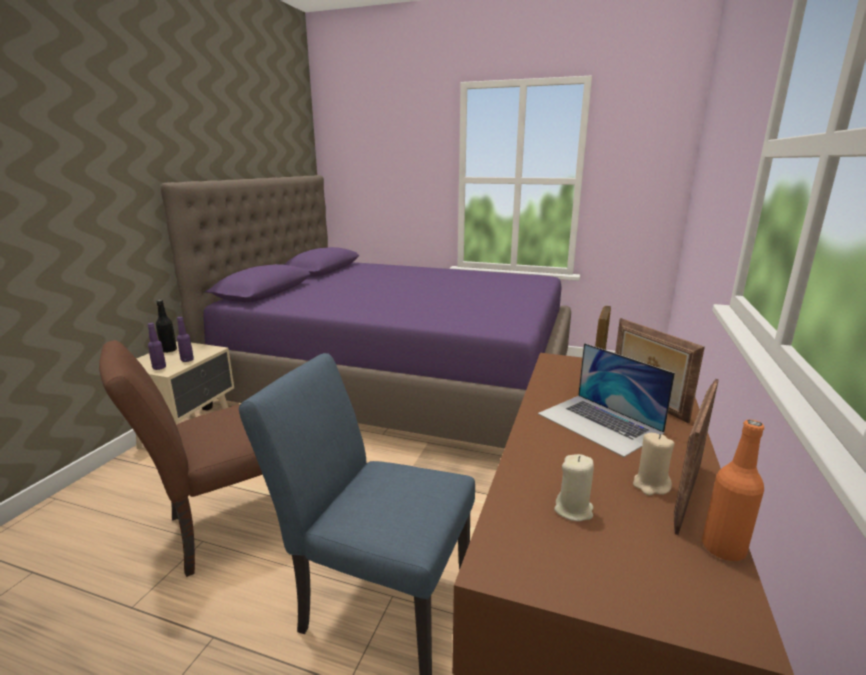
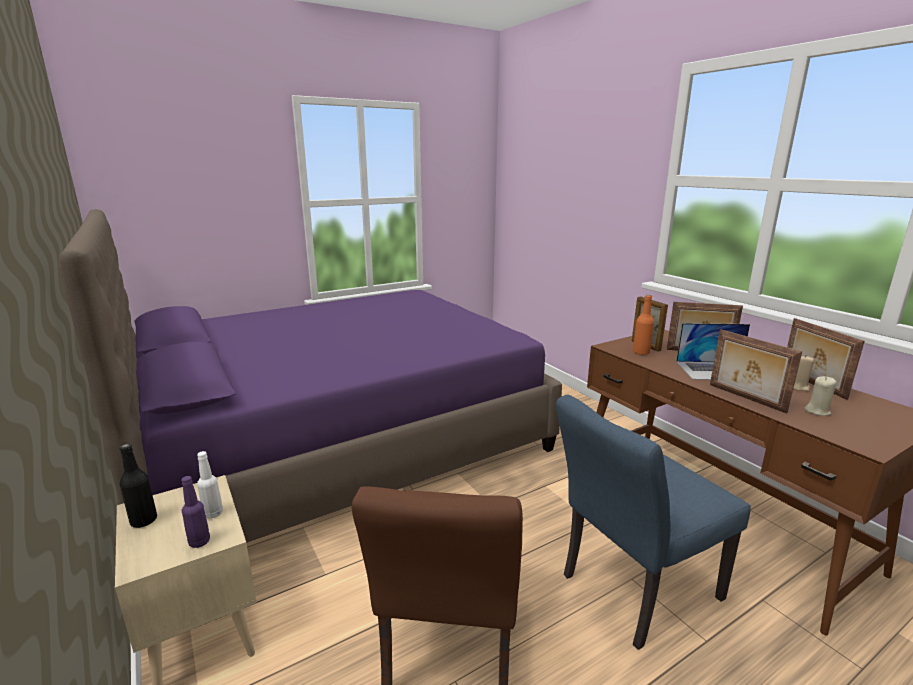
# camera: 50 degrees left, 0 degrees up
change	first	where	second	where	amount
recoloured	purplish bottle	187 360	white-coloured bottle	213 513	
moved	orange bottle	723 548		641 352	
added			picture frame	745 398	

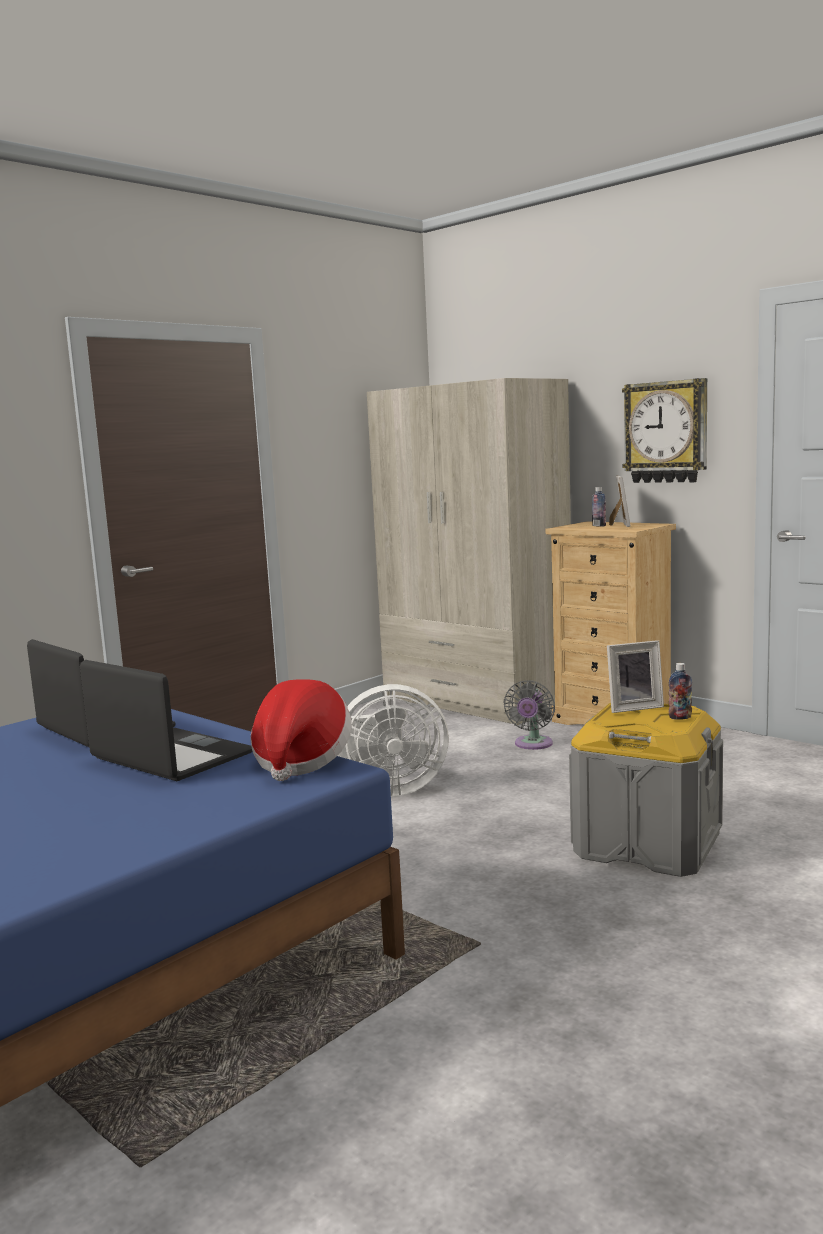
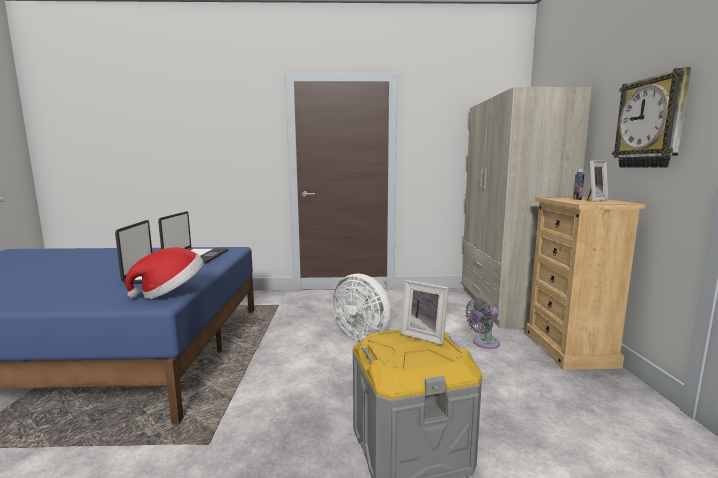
# camera: 45 degrees right, 0 degrees up
change	first	where	second	where	amount
removed	bottle	680 717			

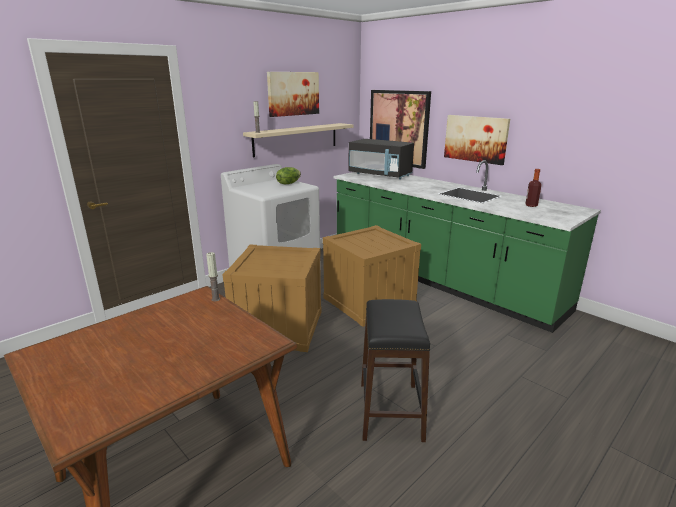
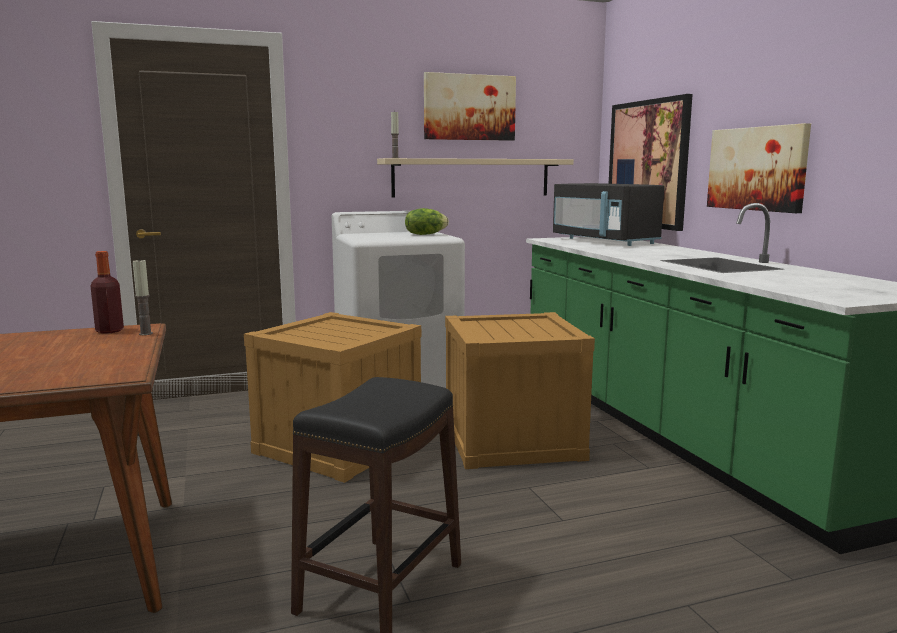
# camera: 25 degrees right, 10 degrees down
change	first	where	second	where	amount
moved	bottle	531 205		109 331	

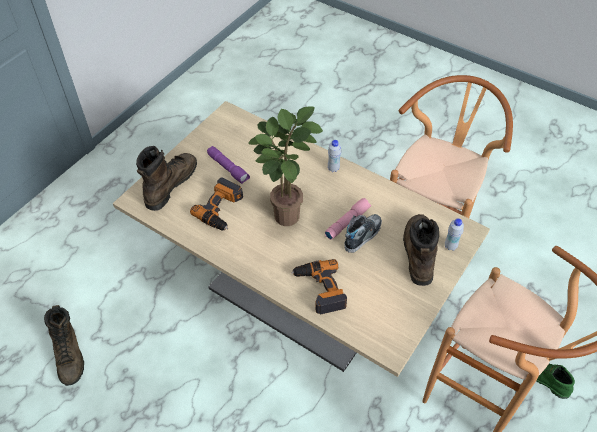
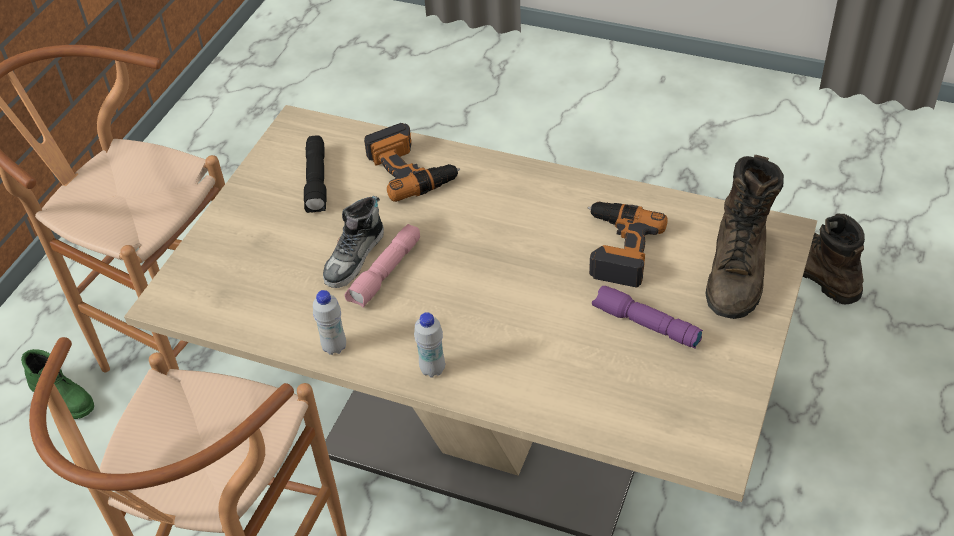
# camera: 170 degrees right, 5 degrees down
change	first	where	second	where	amount
added			black torch	317 182	
moved	white-coloured bottle	450 246		334 347	
removed	potted plant	285 212			
removed	brown boot	418 252			

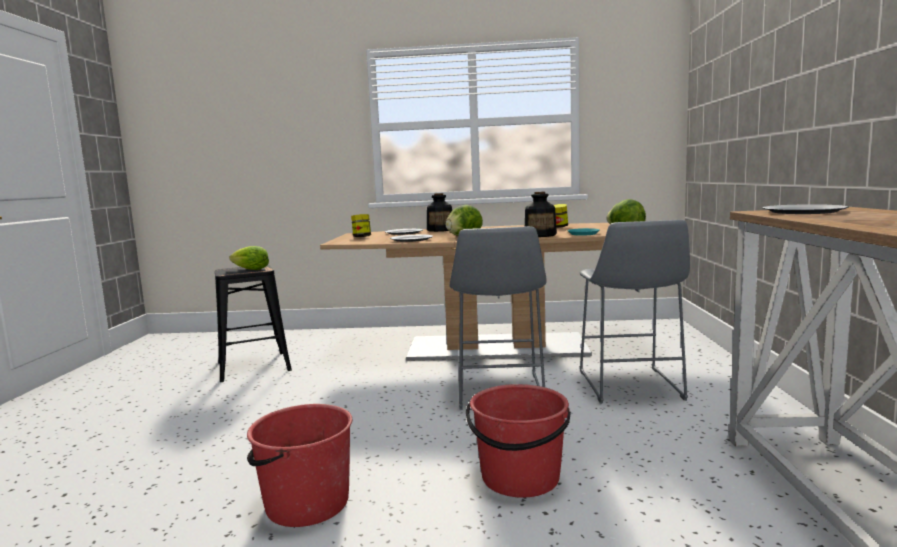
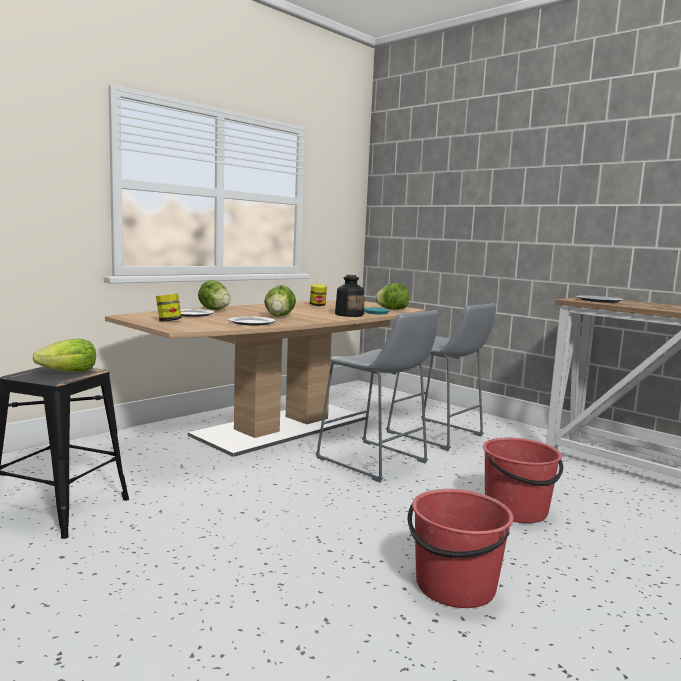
# camera: 50 degrees left, 0 degrees up
change	first	where	second	where	amount
replaced	bottle	440 230	head of lettuce	214 310	

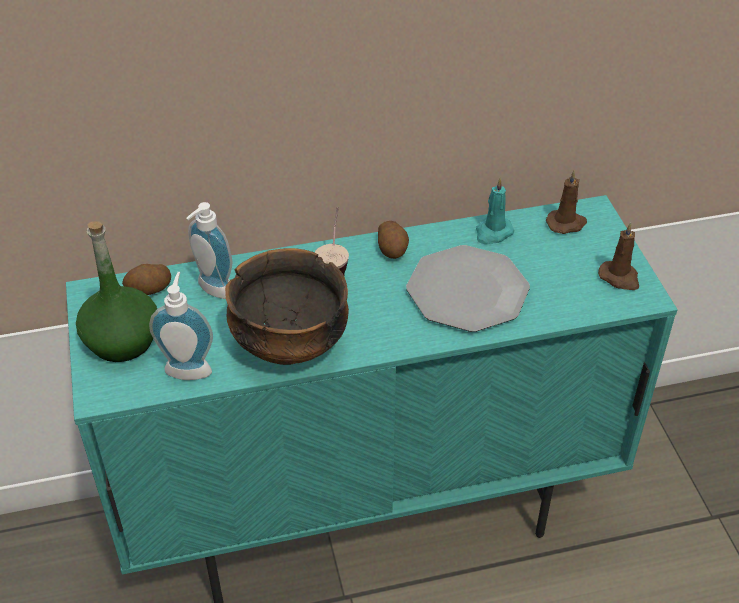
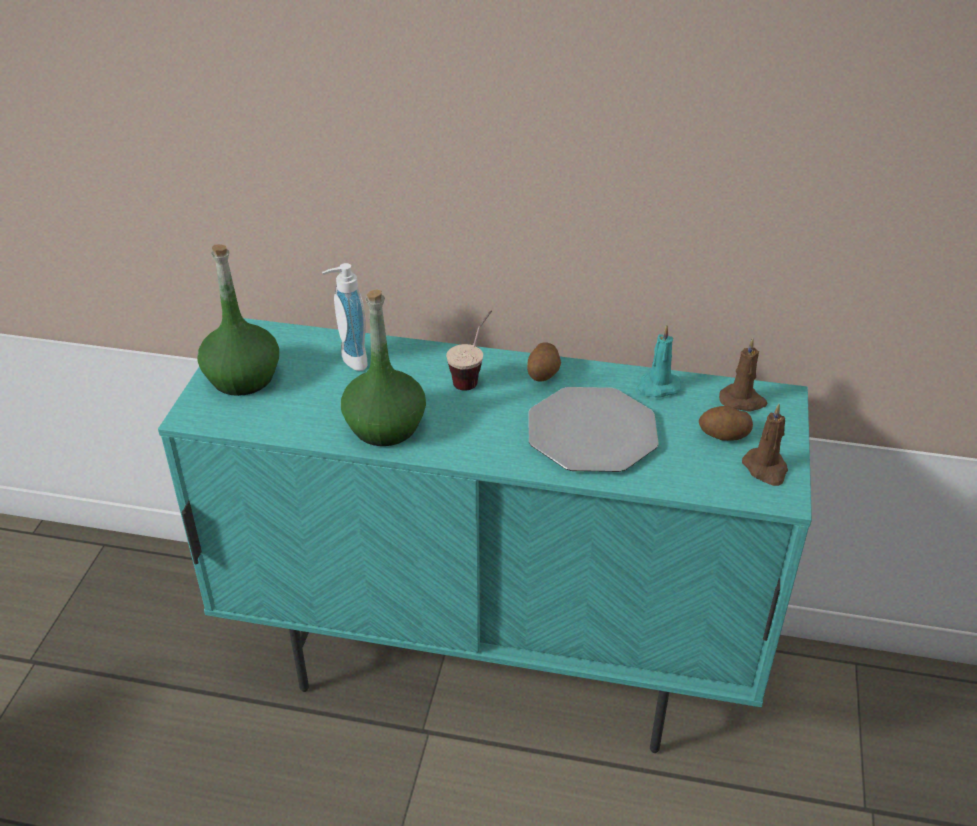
# camera: 25 degrees right, 5 degrees down
change	first	where	second	where	amount
replaced	bowl	289 344	green bottle	384 426	
moved	potato	149 290		724 436	
removed	liquid soap bottle	189 367			

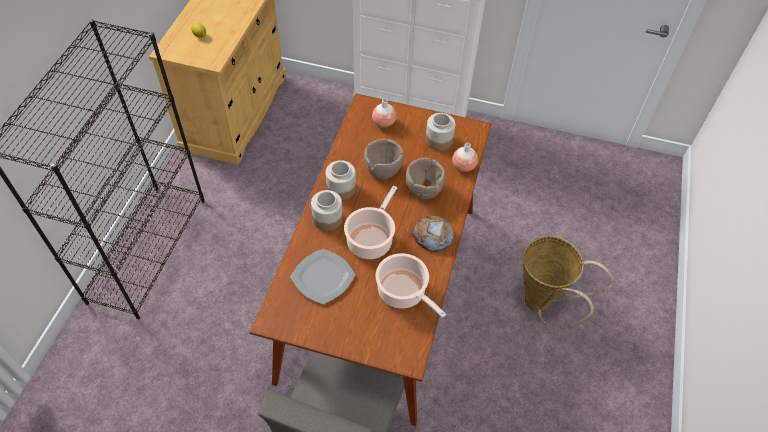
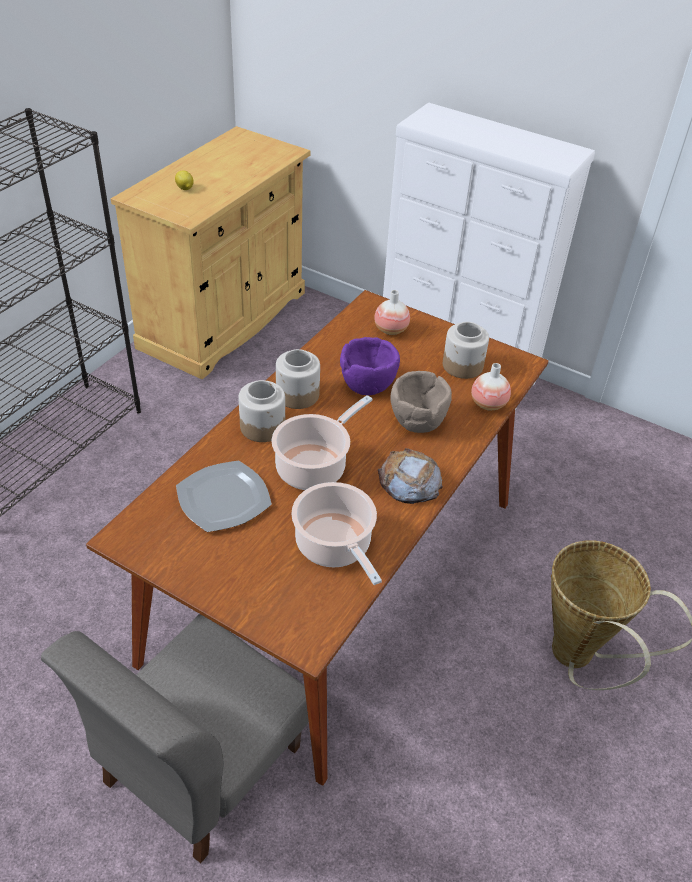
# camera: 15 degrees right, 10 degrees down
change	first	where	second	where	amount
recoloured	brown bowl	383 169	purplish bowl	368 384	

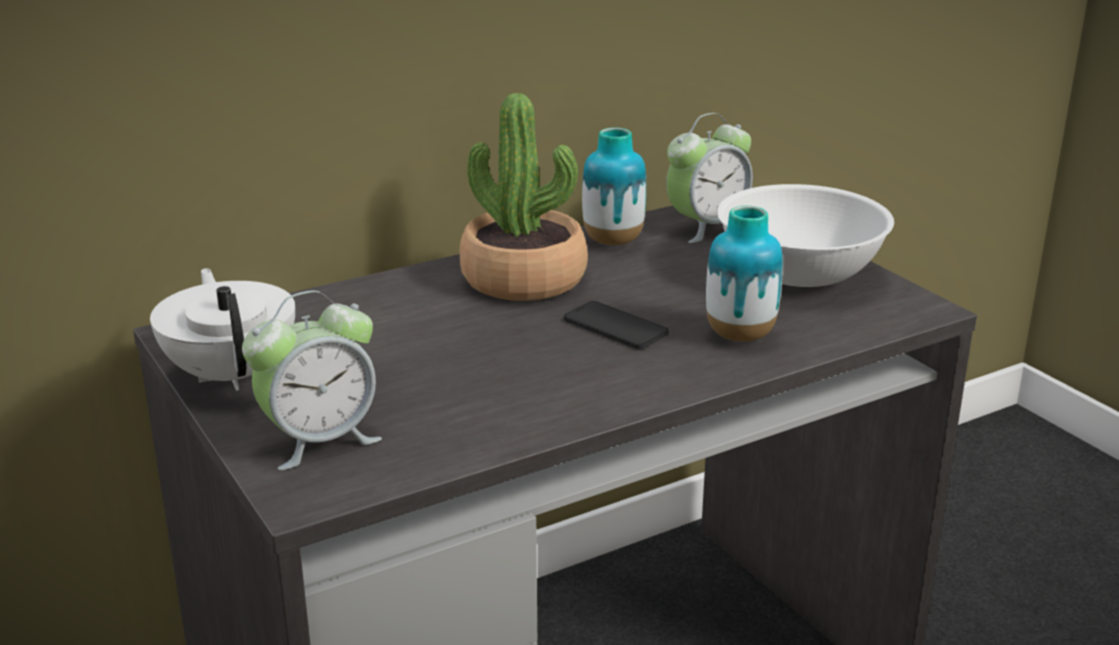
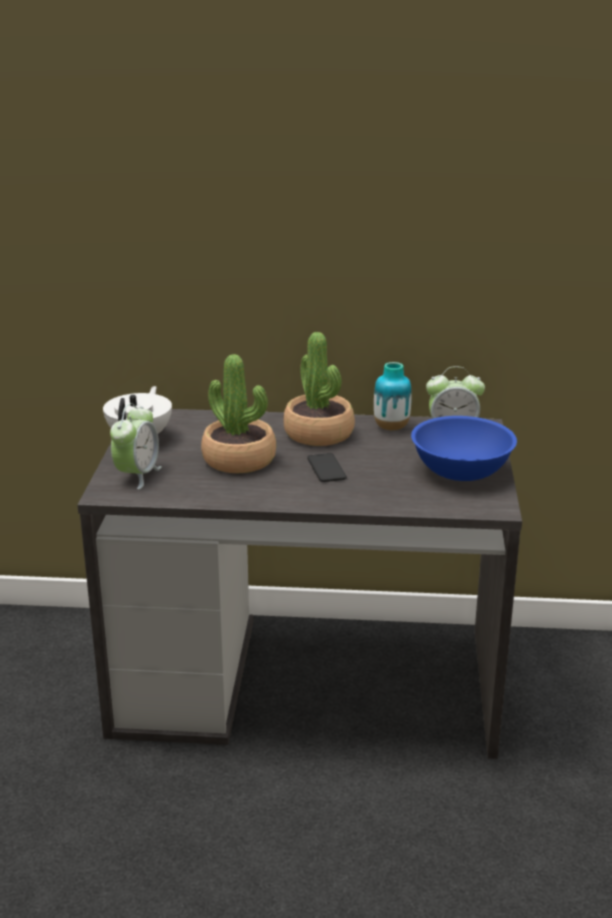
# camera: 35 degrees right, 0 degrees up
change	first	where	second	where	amount
turned	alarm clock	319 441		137 475	75 degrees counterclockwise
added			potted plant	239 459	
recoloured	white-coloured bowl	798 273	blue-coloured bowl	460 471	
removed	decorative vase	740 335			

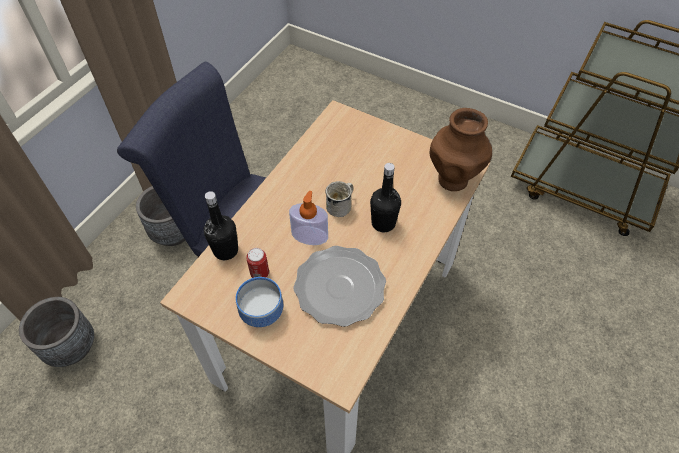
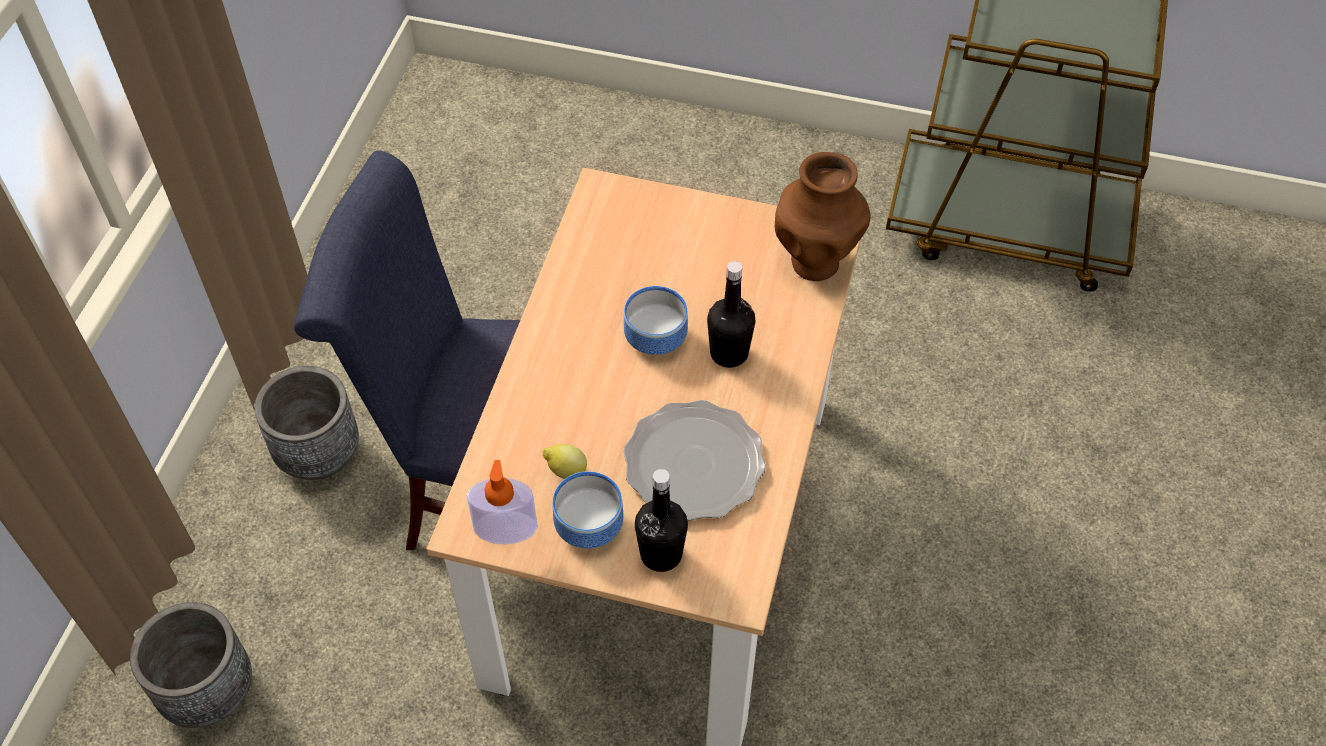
# camera: 15 degrees left, 0 degrees up
change	first	where	second	where	amount
moved	liquid soap bottle	310 235		505 527	
replaced	can	259 273	lemon	565 471	
replaced	white-coloured coffee mug	341 205	bowl	656 340	
moved	black bottle	225 250		661 554	

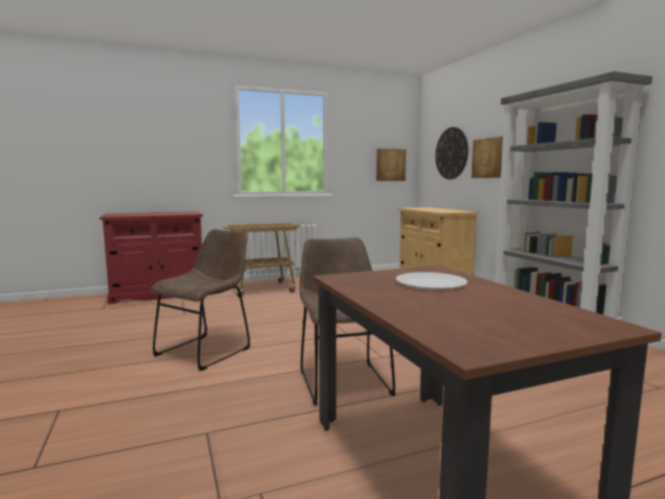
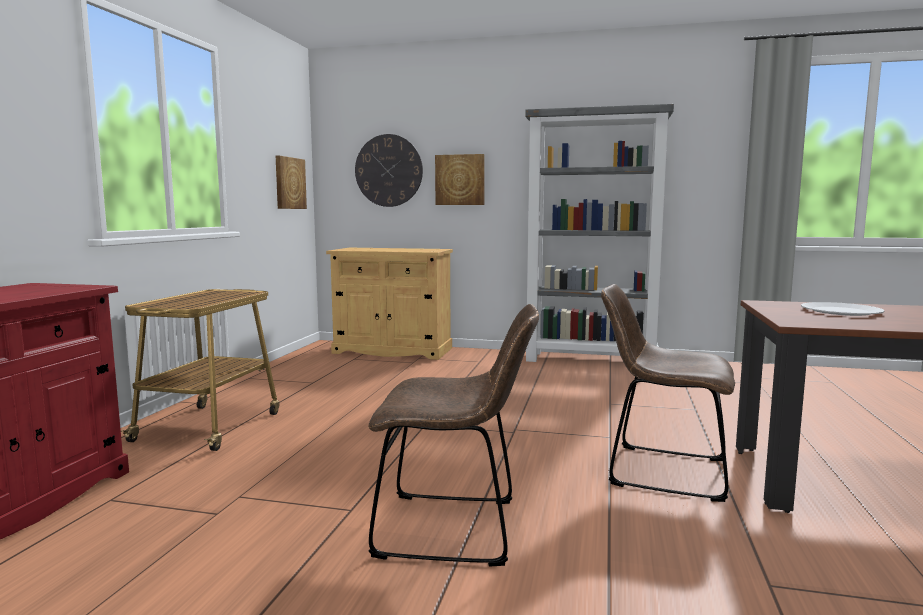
# camera: 55 degrees left, 0 degrees up
change	first	where	second	where	amount
turned	brown upright chair	207 350		456 529	120 degrees clockwise

